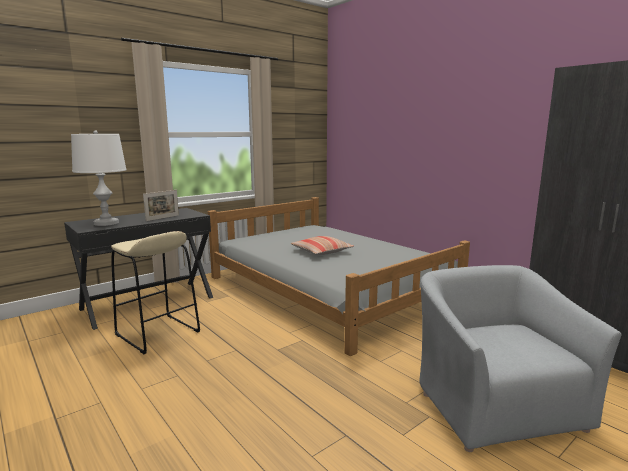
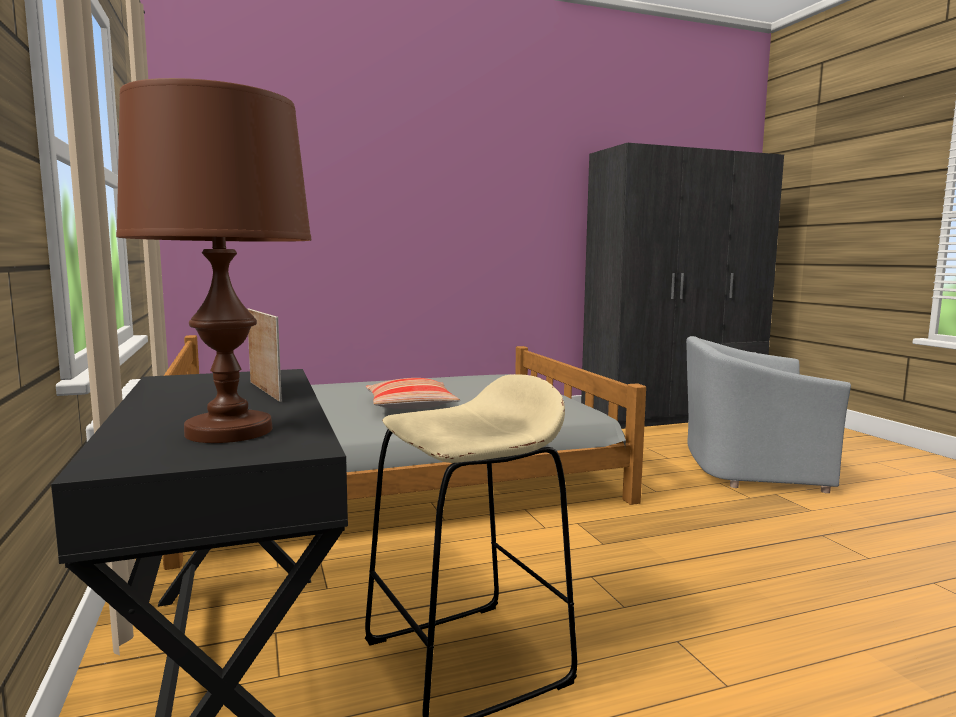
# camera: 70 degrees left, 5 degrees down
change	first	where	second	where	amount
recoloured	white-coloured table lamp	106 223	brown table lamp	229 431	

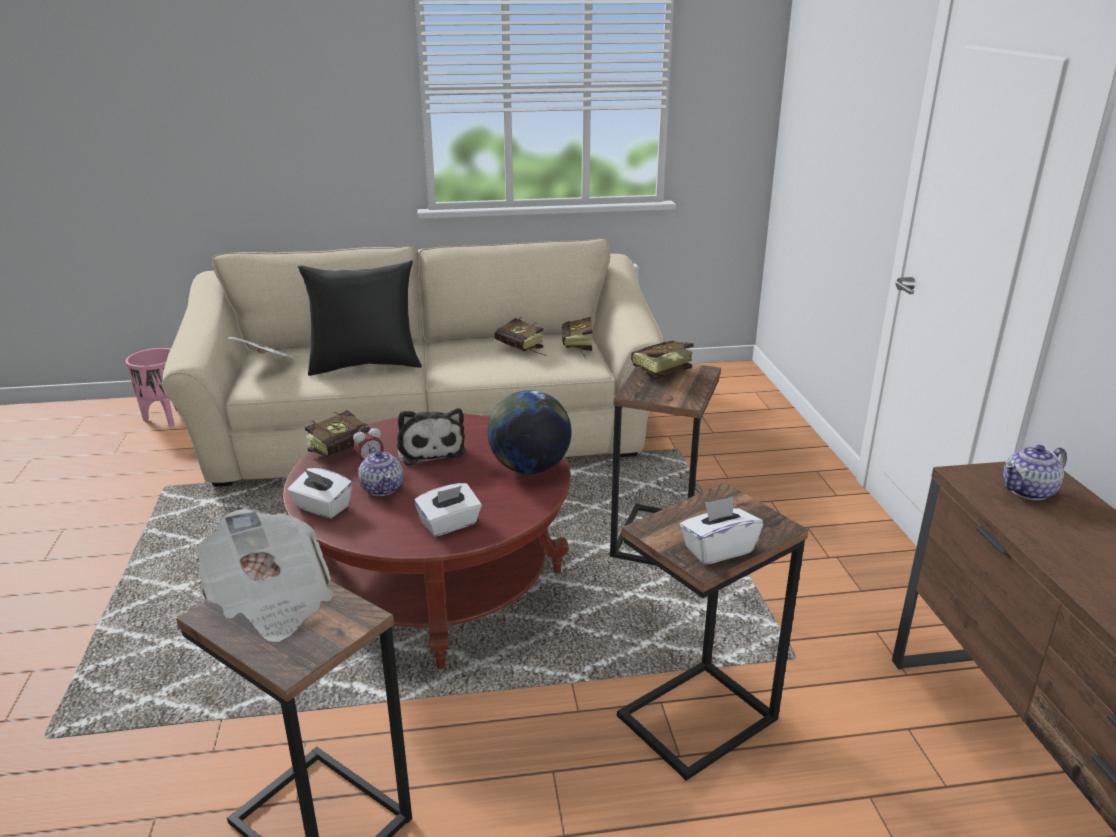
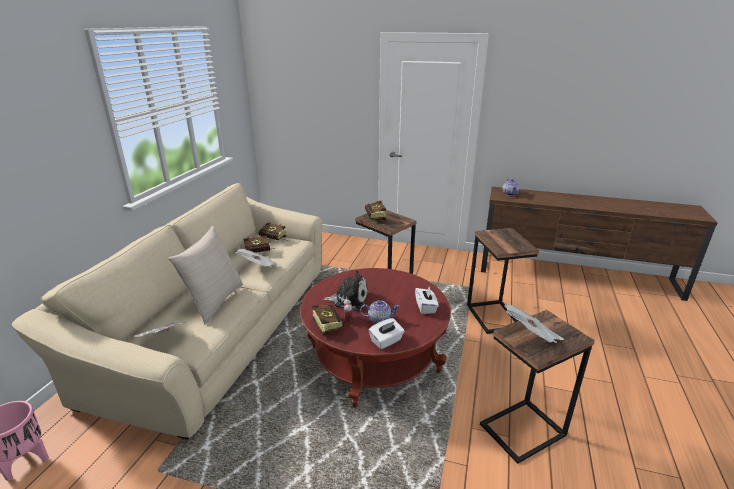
# camera: 65 degrees left, 0 degrees up
change	first	where	second	where	amount
recoloured	black cushion	365 365	sand-coloured cushion	214 302	
added			newspaper	259 267	
removed	globe	529 468			
removed	white-coloured box of tissues	718 550			

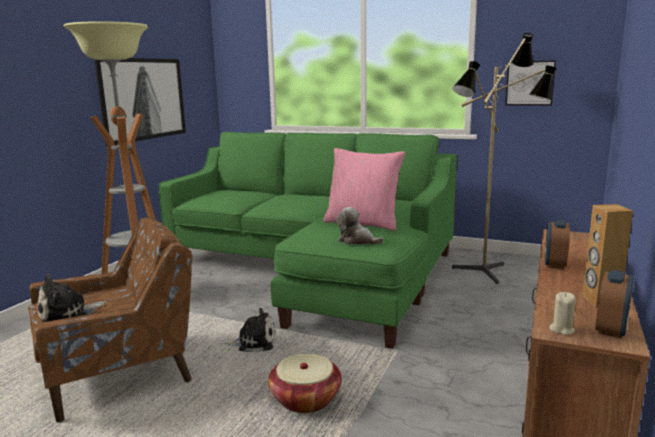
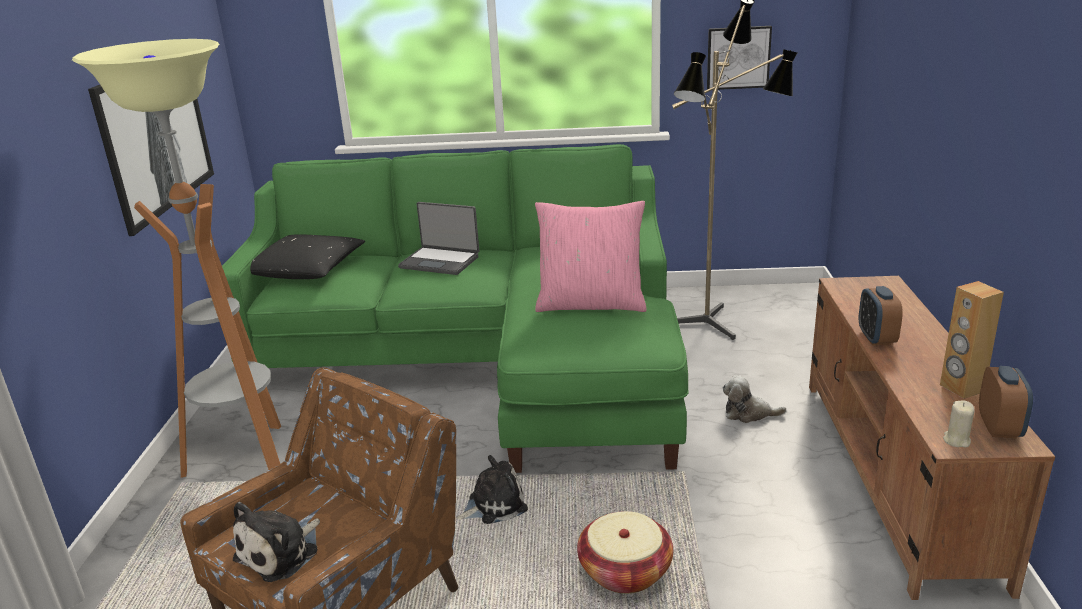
# camera: 20 degrees left, 10 degrees up
change	first	where	second	where	amount
added			black cushion	306 270	
added			laptop	440 261	
moved	plush toy	357 241		748 413	

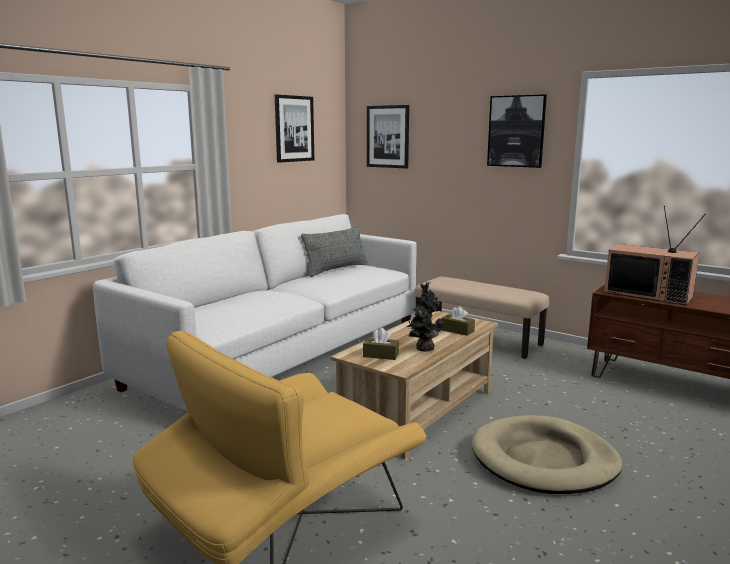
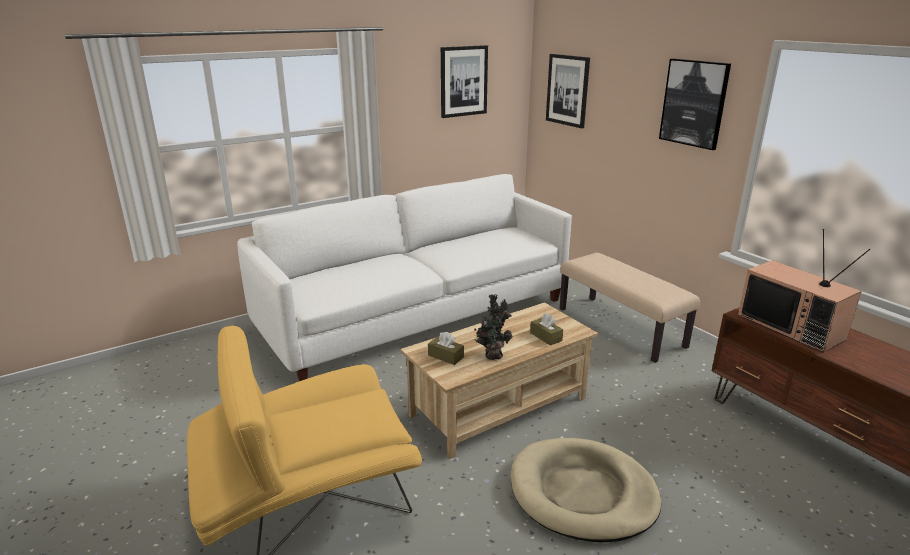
# camera: 20 degrees right, 10 degrees up
change	first	where	second	where	amount
removed	gray cushion	336 269			

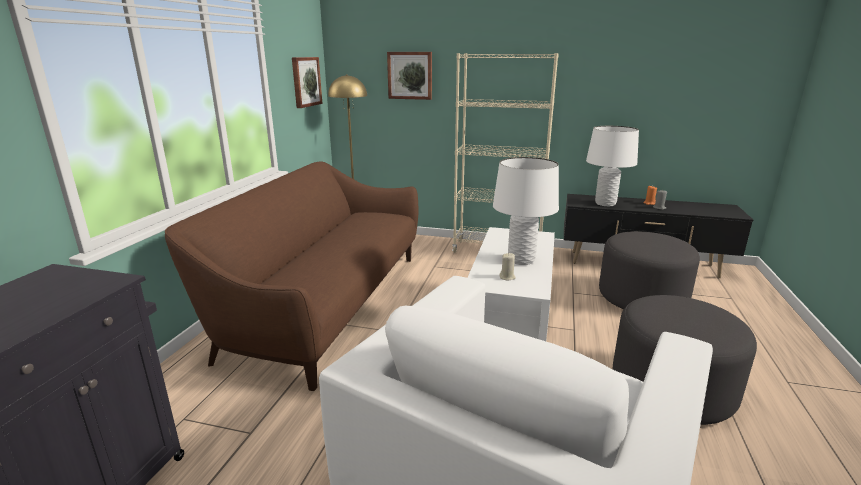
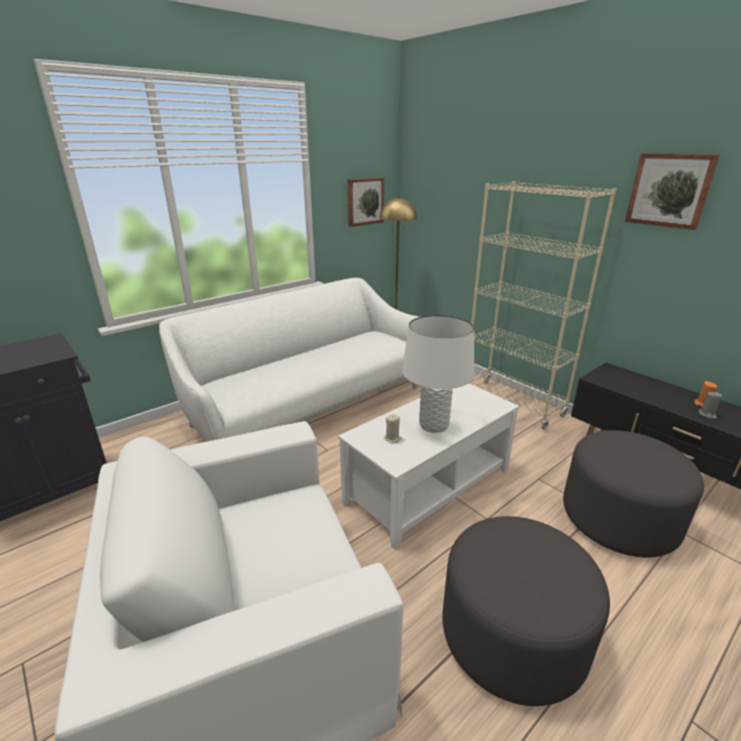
# camera: 35 degrees right, 5 degrees up
change	first	where	second	where	amount
recoloured	brown sofa	325 303	white-coloured sofa	307 405	
moved	wall art	410 75		669 190	
removed	white-coloured table lamp	605 203			

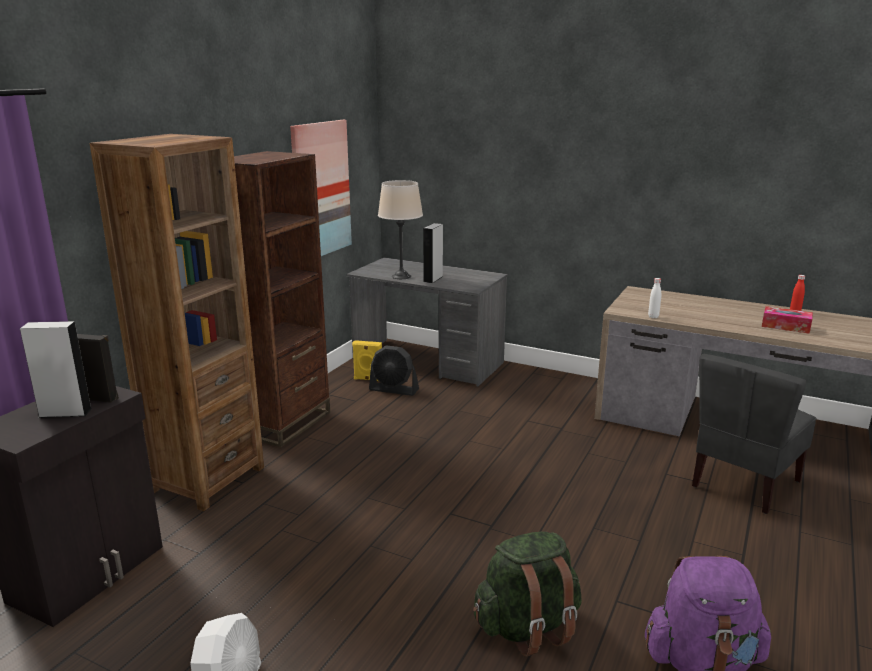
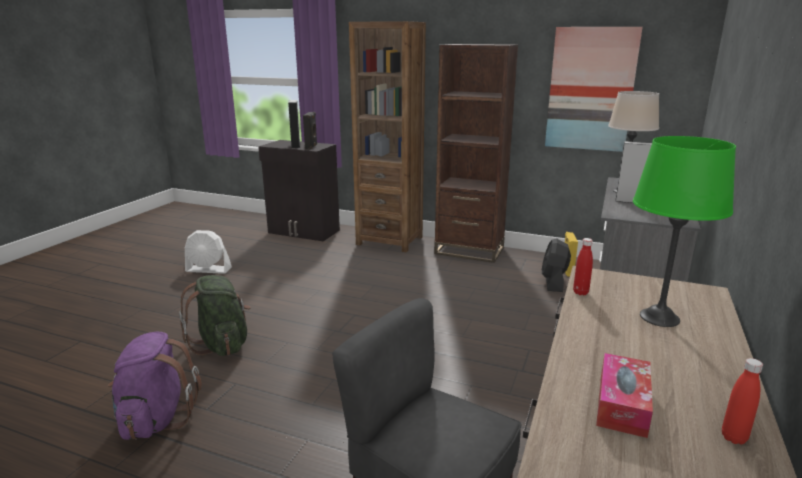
# camera: 85 degrees right, 0 degrees up
change	first	where	second	where	amount
recoloured	white-coloured bottle	653 317	reddish bottle	580 292	
added			green table lamp	659 317	

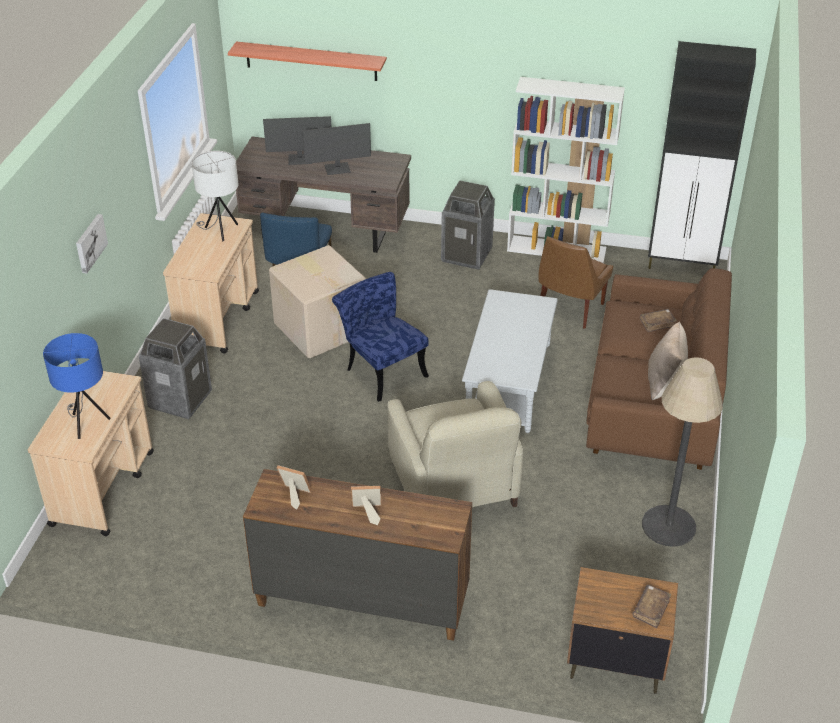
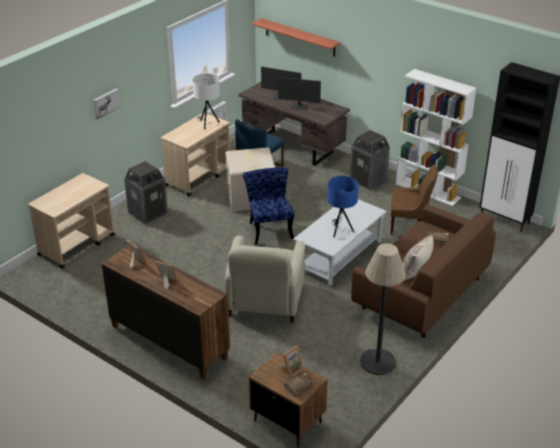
# camera: 25 degrees right, 5 degrees down
change	first	where	second	where	amount
added			picture frame	291 369	
moved	blue-coloured table lamp	86 423		340 230	
turned	brown upright chair	569 310		409 226	135 degrees counterclockwise

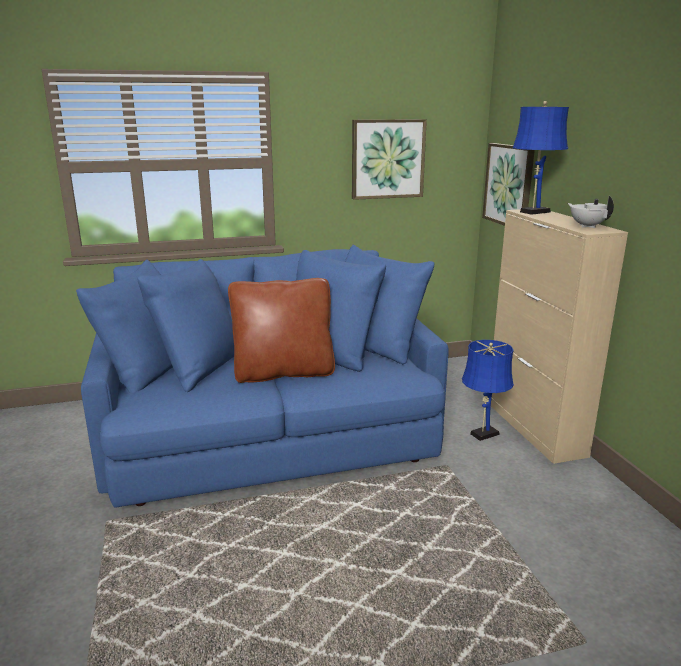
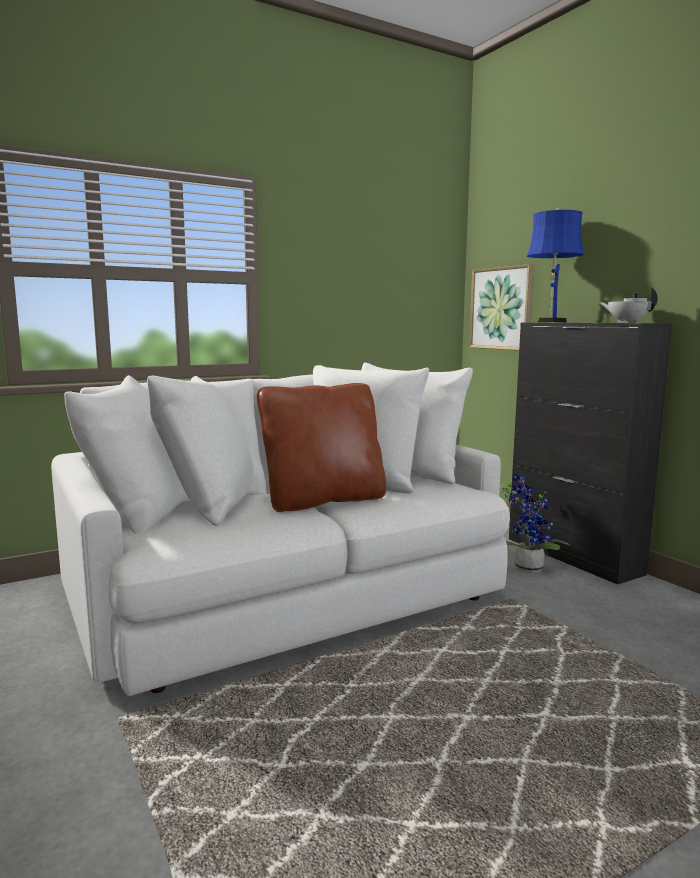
# camera: 15 degrees left, 10 degrees down
change	first	where	second	where	amount
recoloured	blue-coloured sofa	270 432	white-coloured sofa	287 591	
replaced	blue-coloured table lamp	482 434	potted plant	526 567	
recoloured	sand-coloured storage cabinet	534 428	black storage cabinet	573 556	
removed	wall art	387 159			

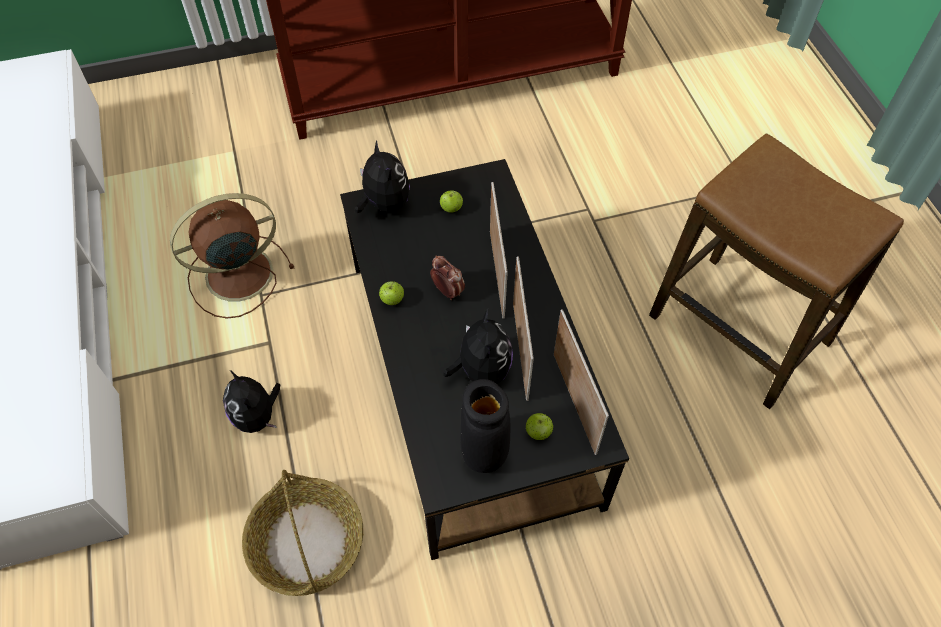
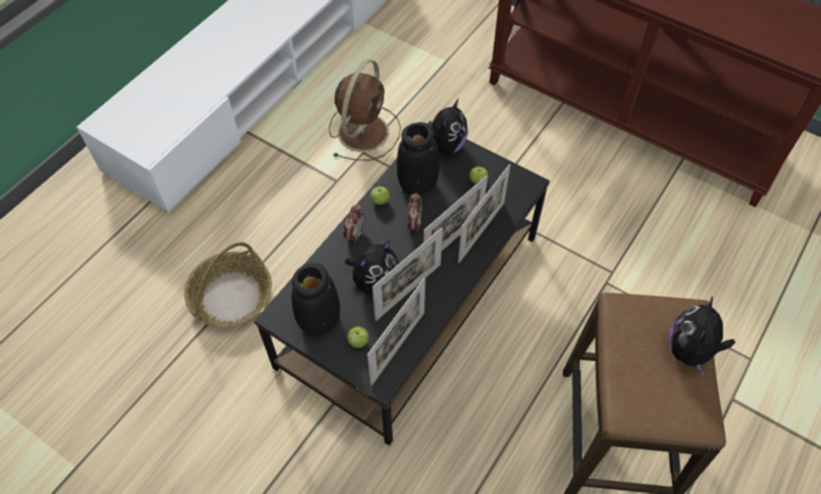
# camera: 50 degrees right, 0 degrees up
change	first	where	second	where	amount
turned	brown cooling fan	236 275		364 131	90 degrees clockwise
added			alarm clock	355 234	
added			black decorative vase	417 185	
added			picture frame	481 232	
moved	plush toy	257 416		690 351	

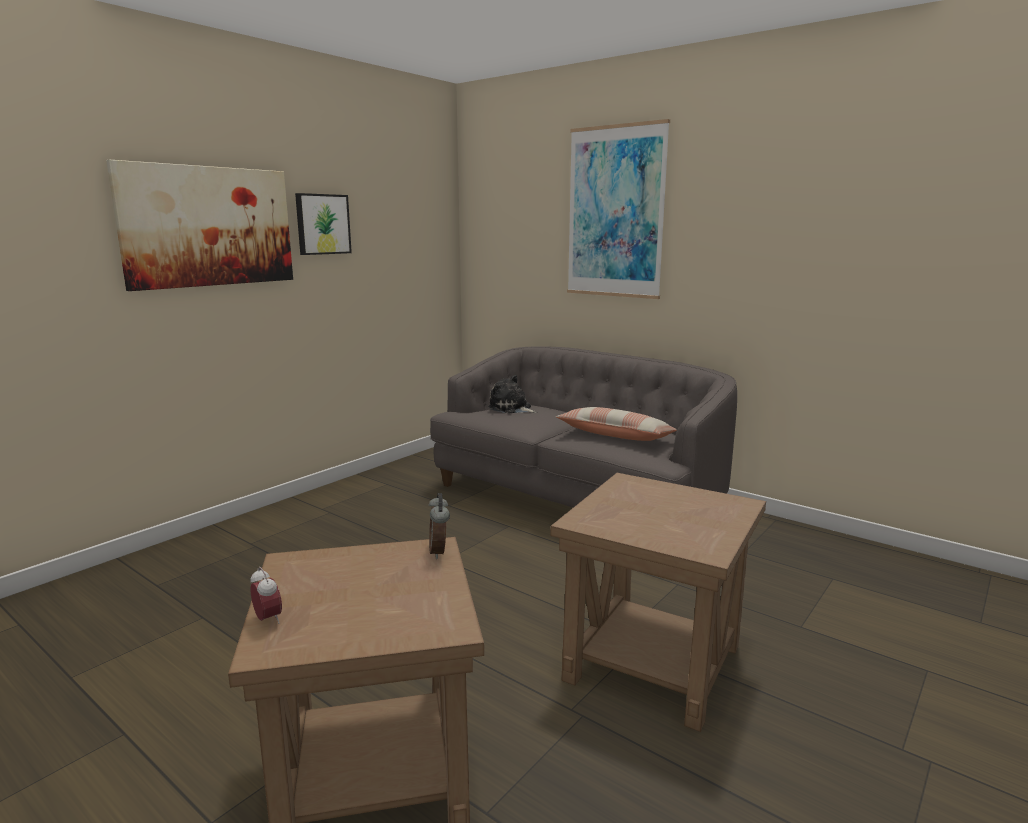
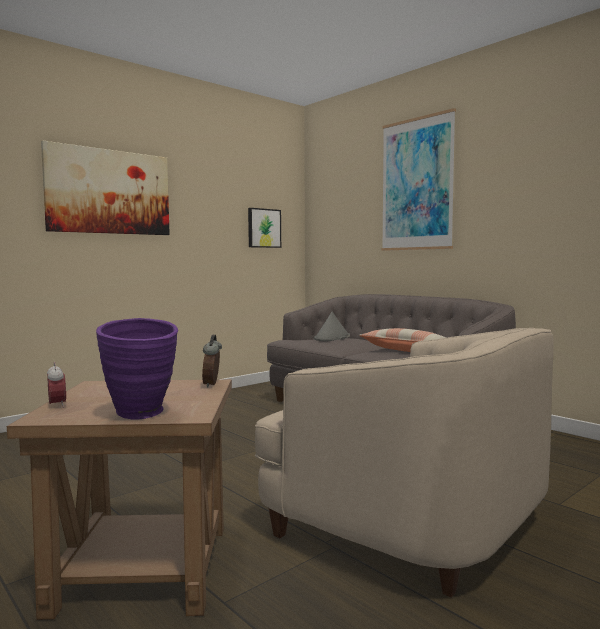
# camera: 10 degrees right, 10 degrees down
change	first	where	second	where	amount
added			purplish decorative vase	142 416	
moved	wall art	322 224		263 228	
replaced	brown accent table	654 664	sand-coloured easy chair	411 518	
replaced	plush toy	511 408	gray wearable hat	332 338	

